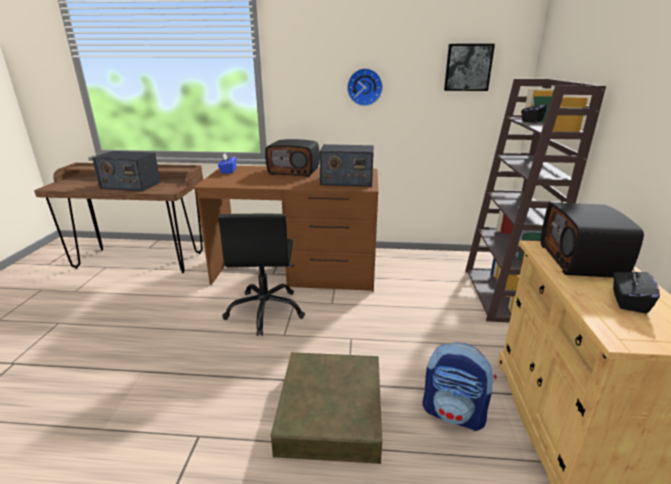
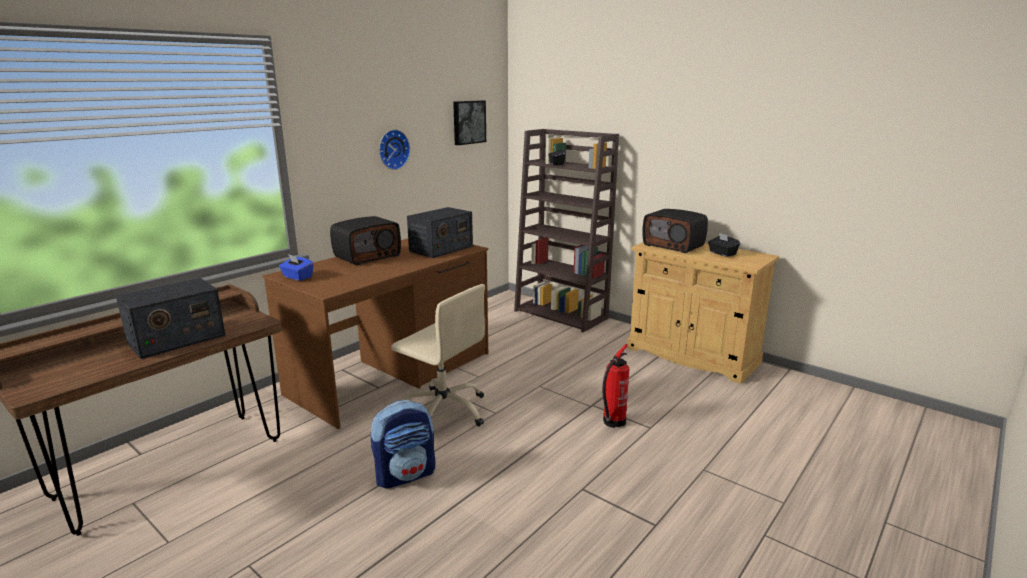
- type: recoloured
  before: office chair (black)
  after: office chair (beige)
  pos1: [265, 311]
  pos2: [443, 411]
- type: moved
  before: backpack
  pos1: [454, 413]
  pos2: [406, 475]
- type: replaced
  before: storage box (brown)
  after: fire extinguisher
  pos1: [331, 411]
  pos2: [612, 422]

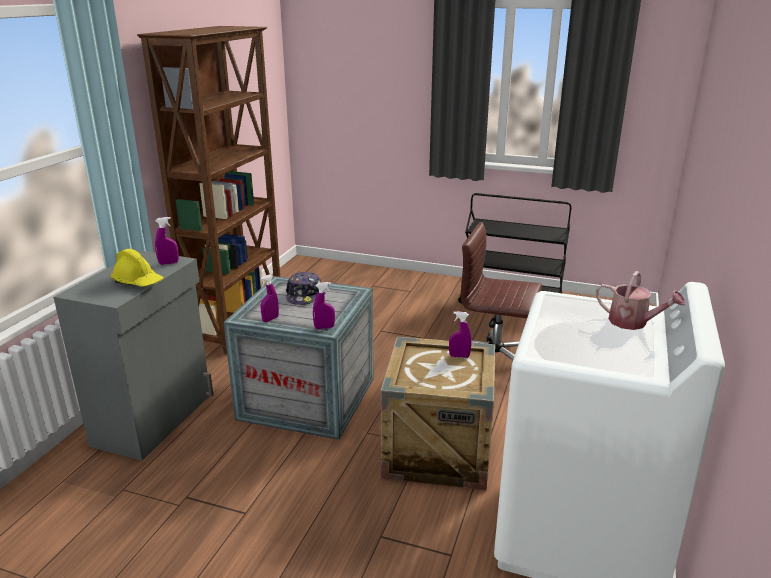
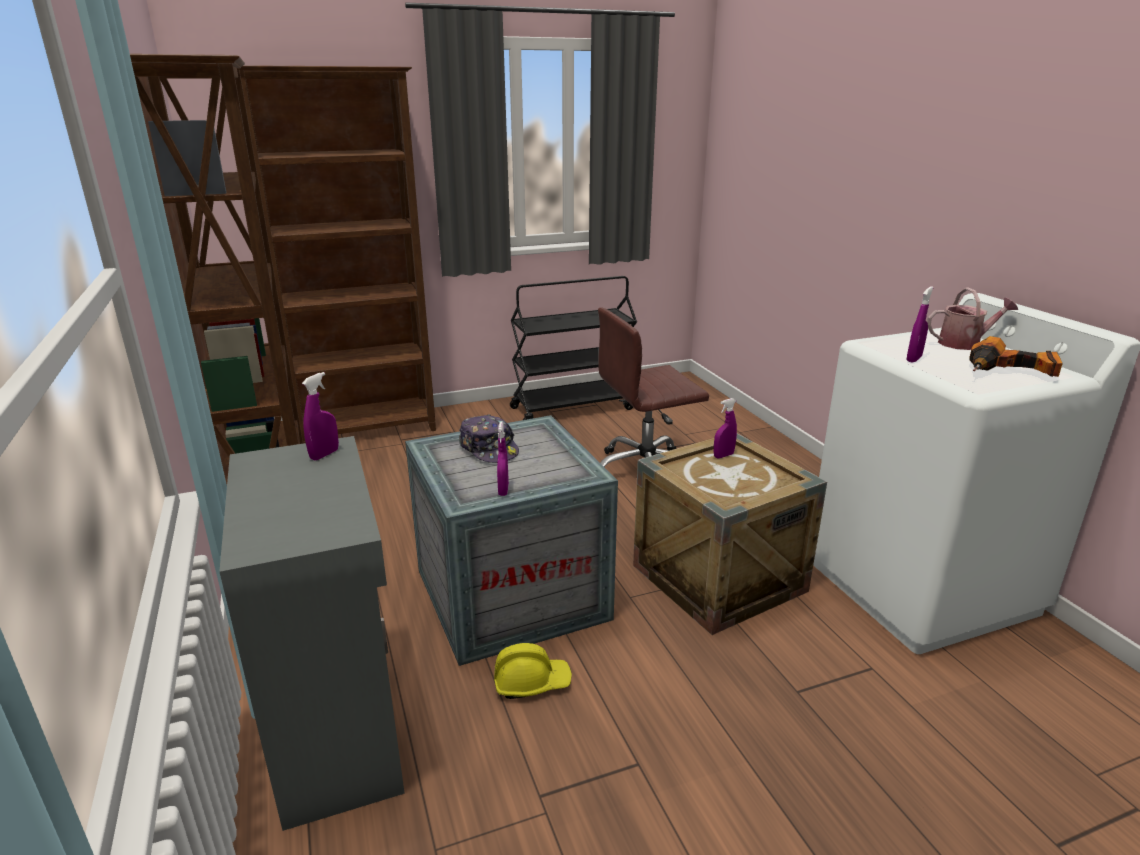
- type: moved
  before: hard hat (yellow)
  pos1: [138, 282]
  pos2: [531, 682]
- type: moved
  before: spray bottle (purple)
  pos1: [324, 327]
  pos2: [914, 359]
- type: added
  after: bookcase (brown)
  pos2: [368, 430]
- type: added
  after: power drill
  pos2: [1010, 373]

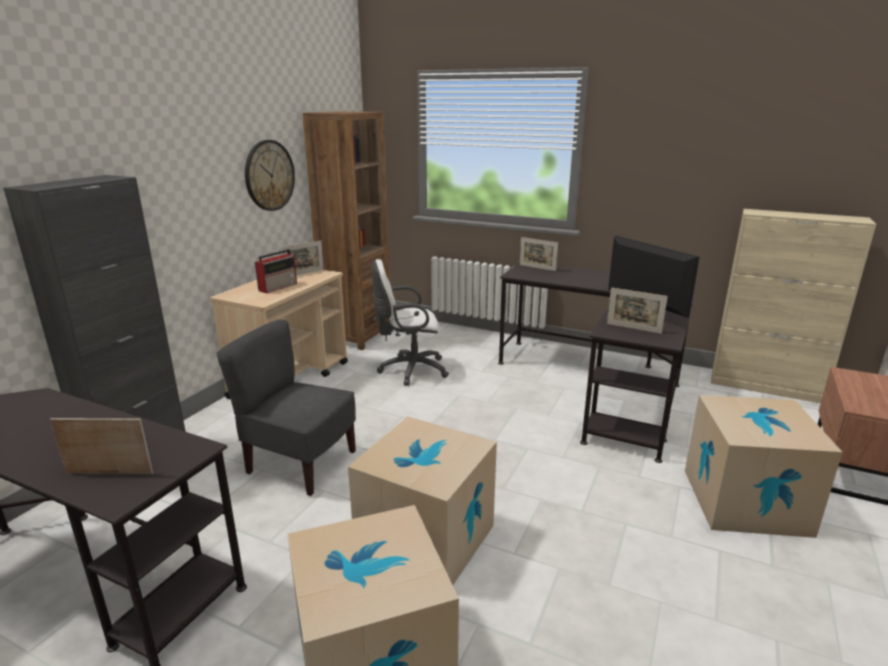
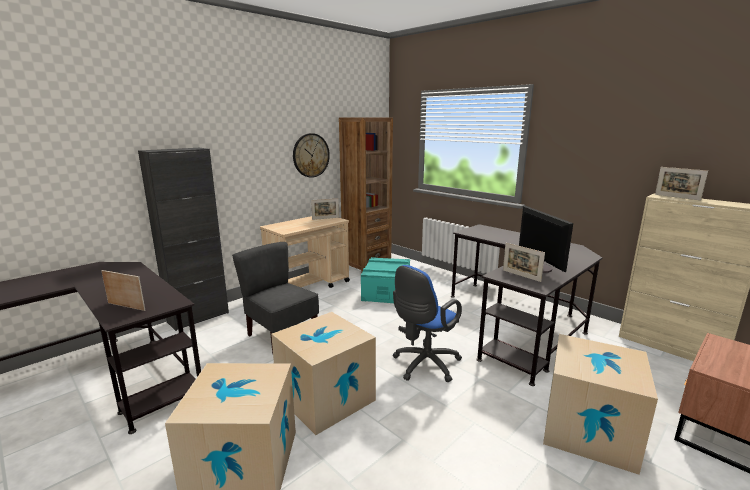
- type: moved
  before: picture frame
  pos1: [537, 268]
  pos2: [677, 197]
- type: removed
  before: radio
  pos1: [278, 287]
- type: replaced
  before: office chair (white)
  after: storage box (turquoise)
  pos1: [409, 370]
  pos2: [386, 291]
- type: added
  after: office chair (blue)
  pos2: [424, 365]

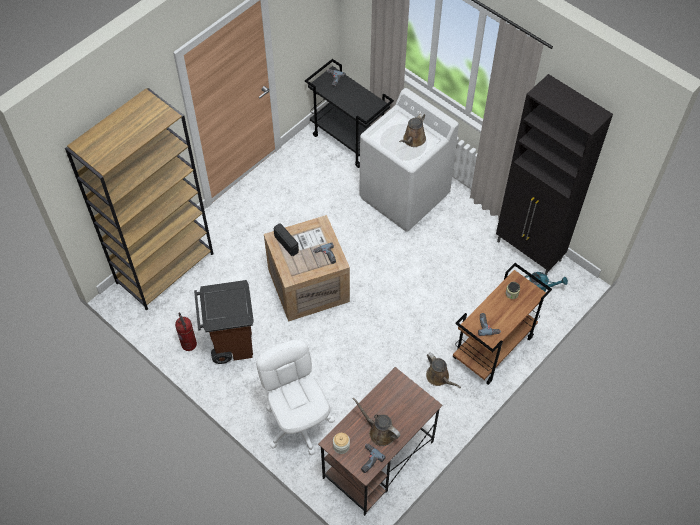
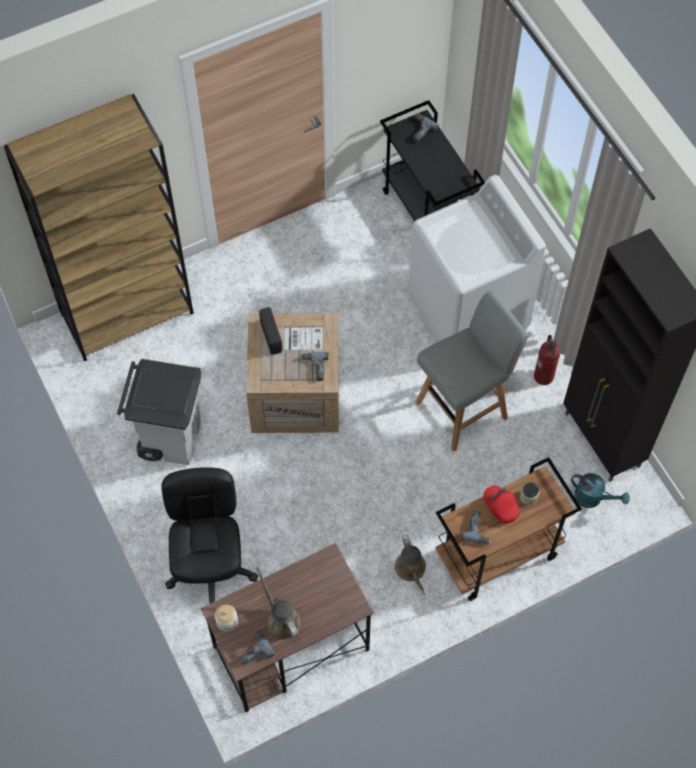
- type: removed
  before: watering can (brown)
  pos1: [413, 140]
- type: recoloured
  before: trash can (brown)
  after: trash can (grey)
  pos1: [231, 342]
  pos2: [170, 436]
- type: moved
  before: fire extinguisher
  pos1: [189, 344]
  pos2: [544, 376]
- type: recoloured
  before: office chair (white)
  after: office chair (black)
  pos1: [298, 423]
  pos2: [211, 568]
- type: added
  after: stool (grey)
  pos2: [463, 409]
- type: added
  after: cap (red)
  pos2: [500, 507]

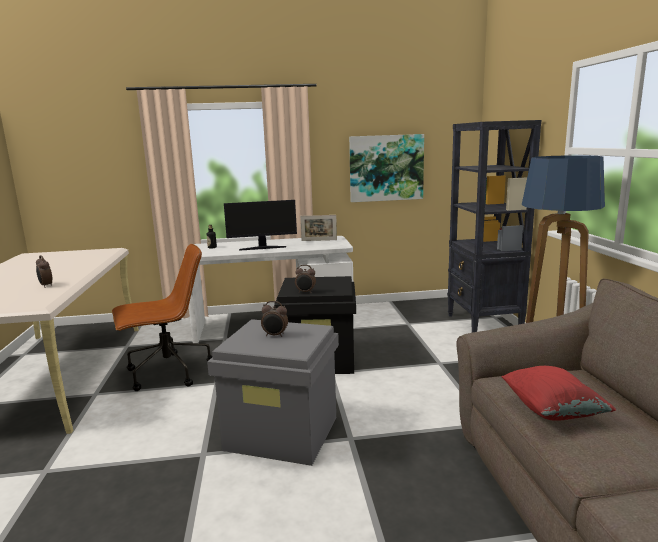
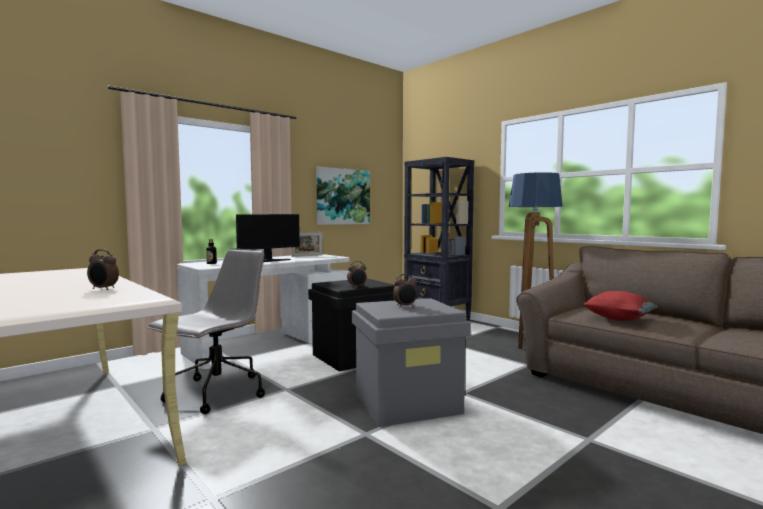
- type: recoloured
  before: office chair (brown)
  after: office chair (grey)
  pos1: [167, 372]
  pos2: [216, 393]

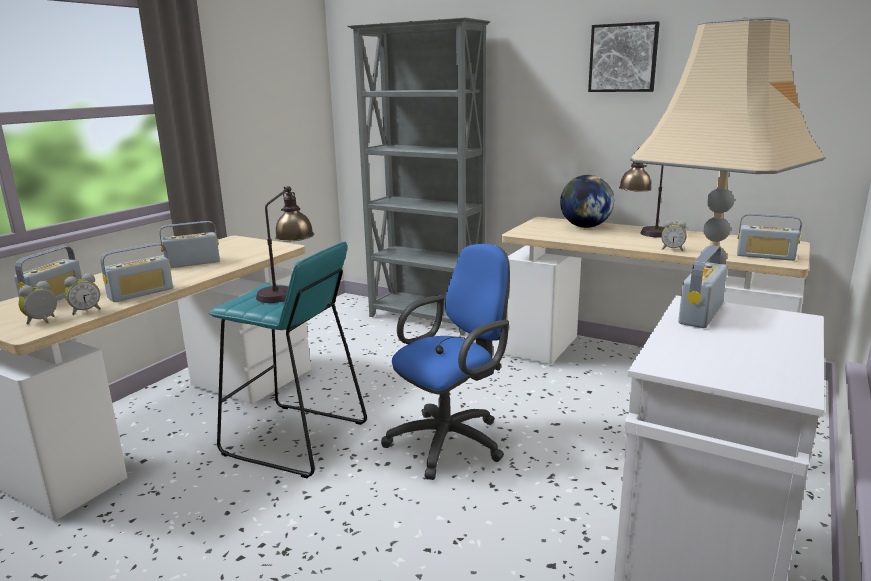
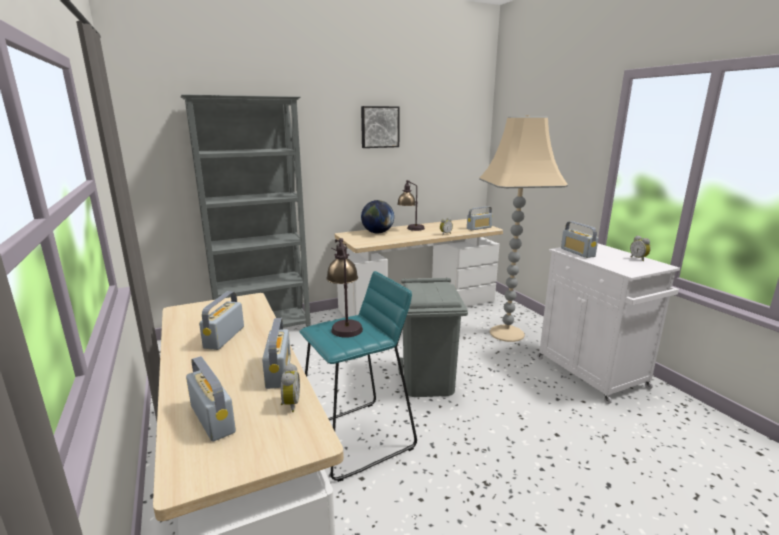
- type: replaced
  before: office chair (blue)
  after: trash can (grey)
  pos1: [452, 441]
  pos2: [428, 382]
- type: moved
  before: alarm clock
  pos1: [43, 321]
  pos2: [639, 259]

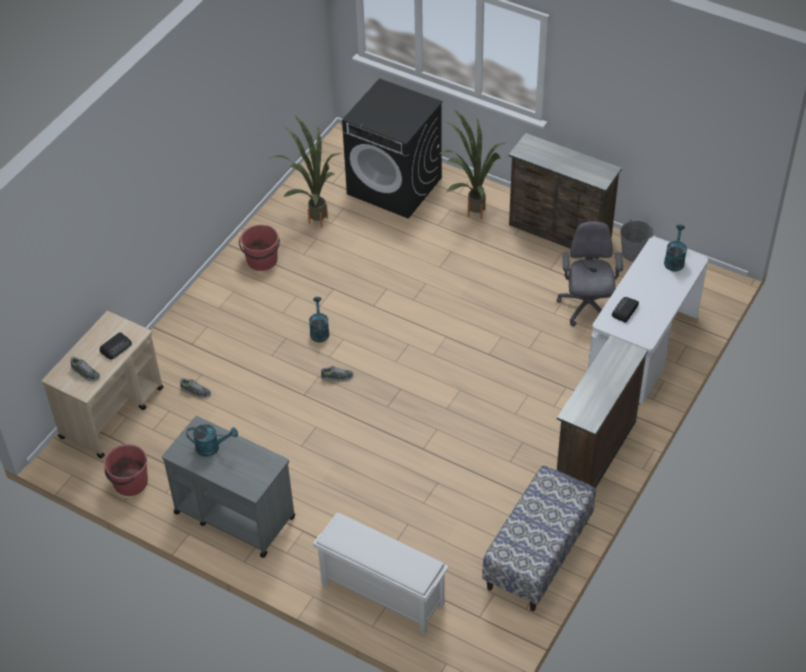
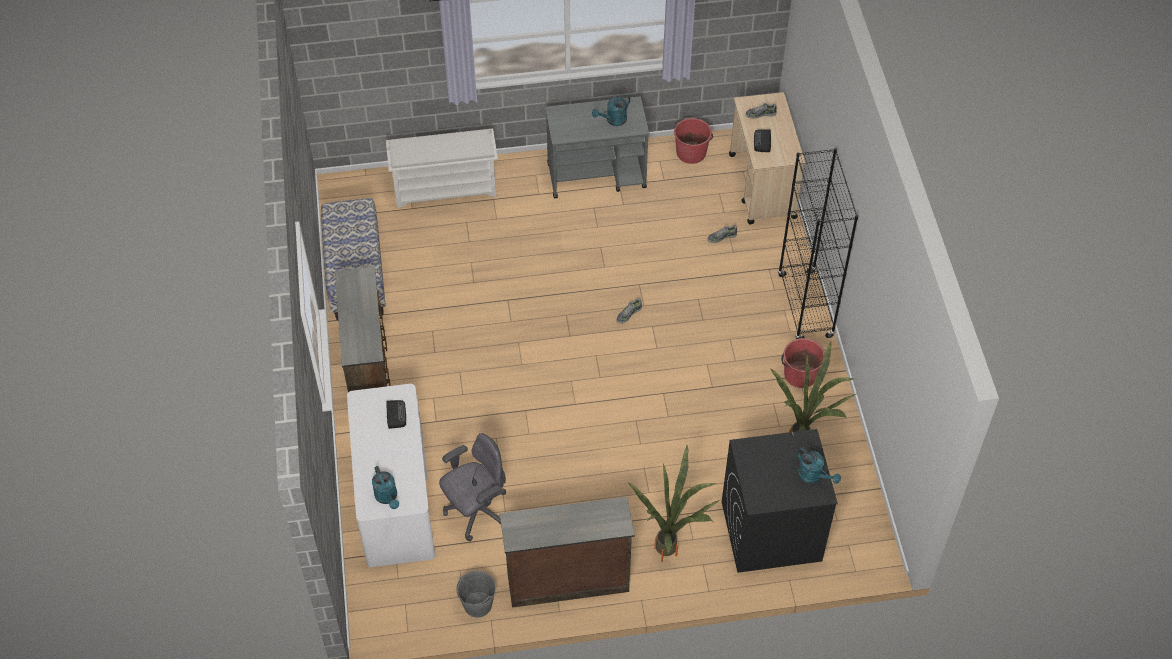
- type: turned
  before: office chair (grey)
  pos1: [587, 307]
  pos2: [477, 512]
  turn: -90
- type: moved
  before: watering can (turquoise)
  pos1: [319, 331]
  pos2: [814, 476]
- type: added
  after: bookcase (black)
  pos2: [805, 306]

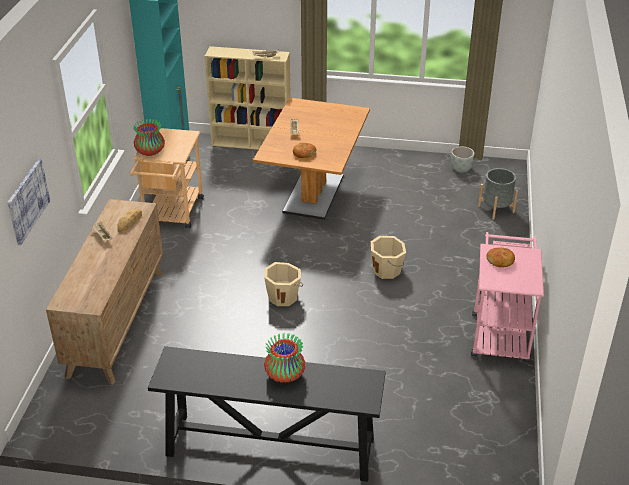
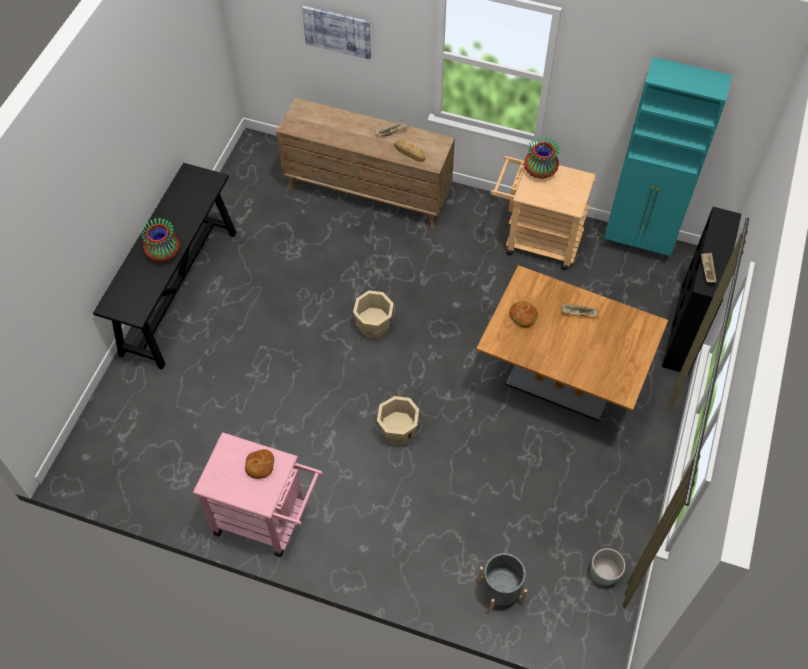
- type: recoloured
  before: bookcase (beige)
  after: bookcase (black)
  pos1: [252, 143]
  pos2: [685, 330]

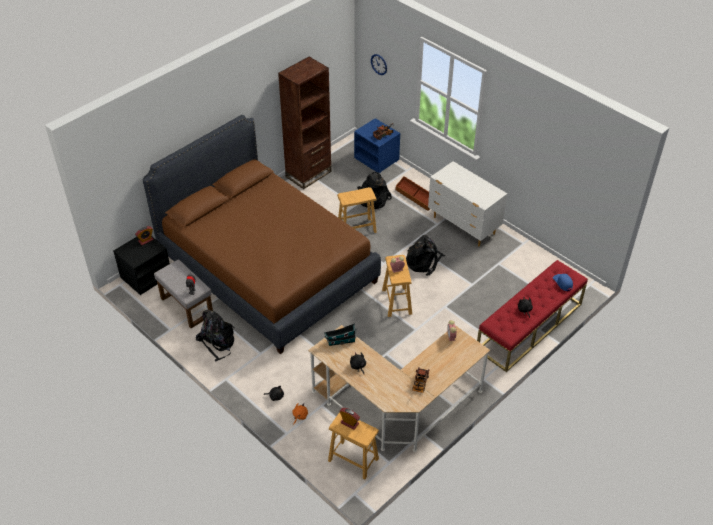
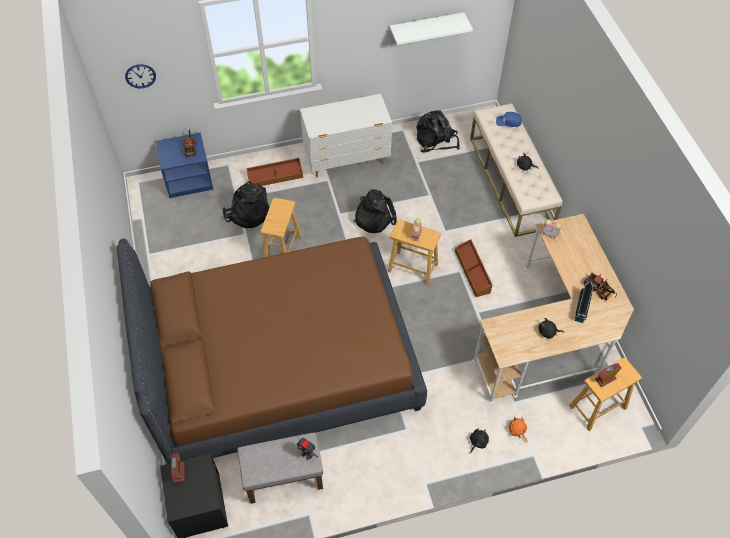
- type: removed
  before: bookcase (brown)
  pos1: [308, 174]
- type: recoloured
  before: bench (red)
  after: bench (beige)
  pos1: [529, 327]
  pos2: [510, 182]
- type: moved
  before: backpack (black)
  pos1: [217, 342]
  pos2: [436, 140]
- type: moved
  before: toy house
  pos1: [340, 341]
  pos2: [581, 310]
- type: added
  after: shelf (white)
  pos2: [426, 28]
- type: added
  after: storage box (brown)
  pos2: [473, 271]

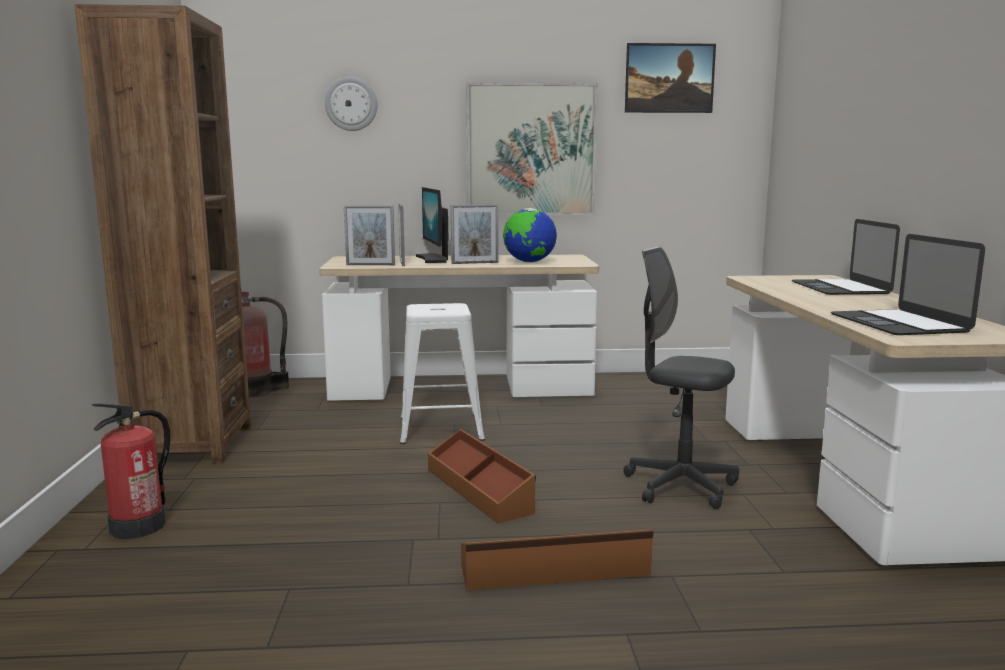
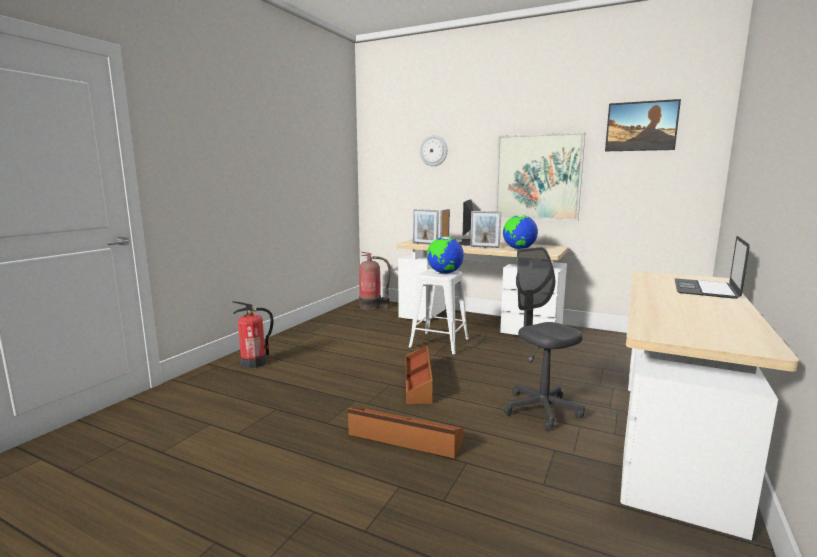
- type: removed
  before: bookcase (brown)
  pos1: [192, 444]
- type: removed
  before: laptop
  pos1: [898, 323]
- type: added
  after: globe
  pos2: [444, 273]

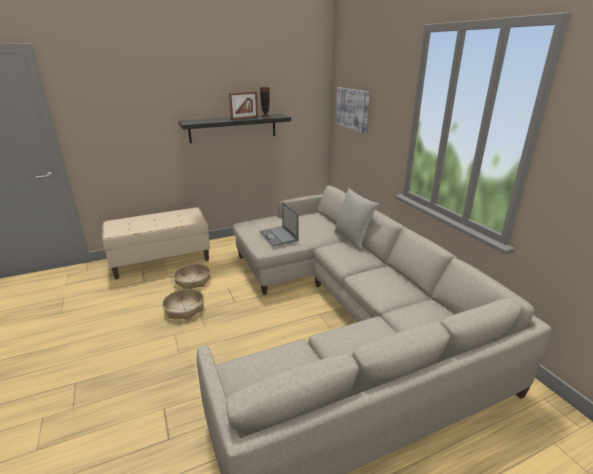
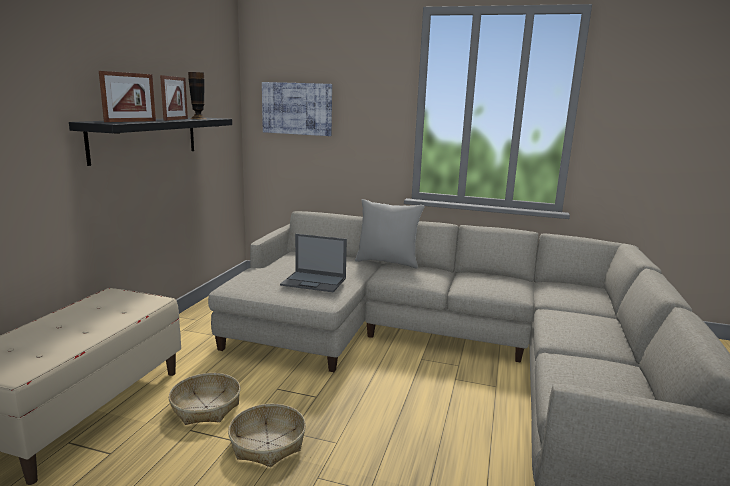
- type: added
  after: picture frame
  pos2: [131, 121]

